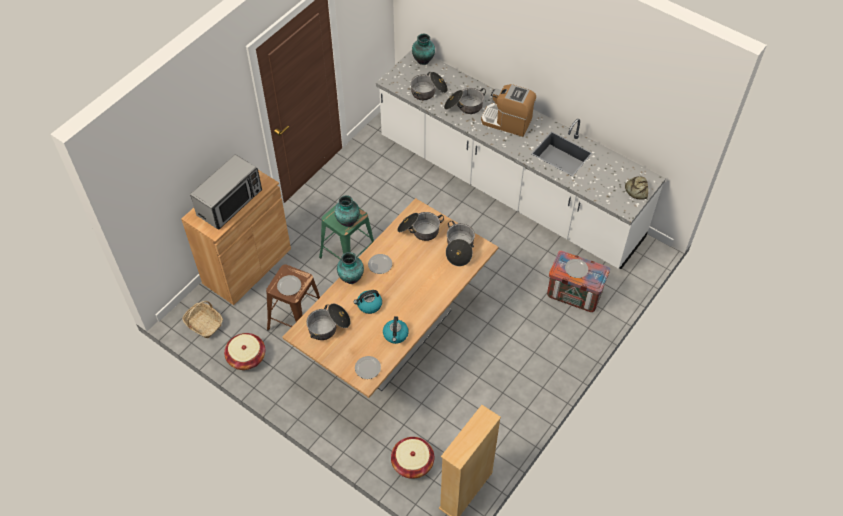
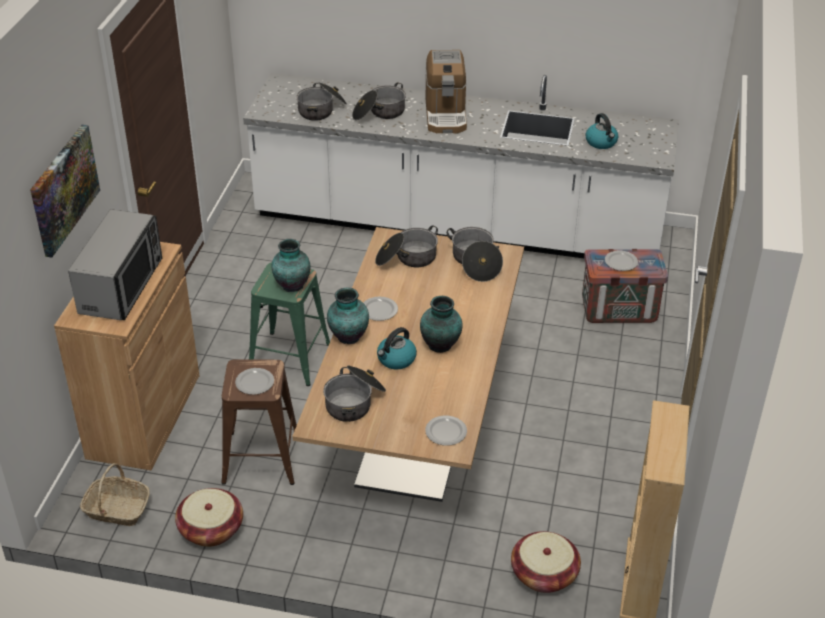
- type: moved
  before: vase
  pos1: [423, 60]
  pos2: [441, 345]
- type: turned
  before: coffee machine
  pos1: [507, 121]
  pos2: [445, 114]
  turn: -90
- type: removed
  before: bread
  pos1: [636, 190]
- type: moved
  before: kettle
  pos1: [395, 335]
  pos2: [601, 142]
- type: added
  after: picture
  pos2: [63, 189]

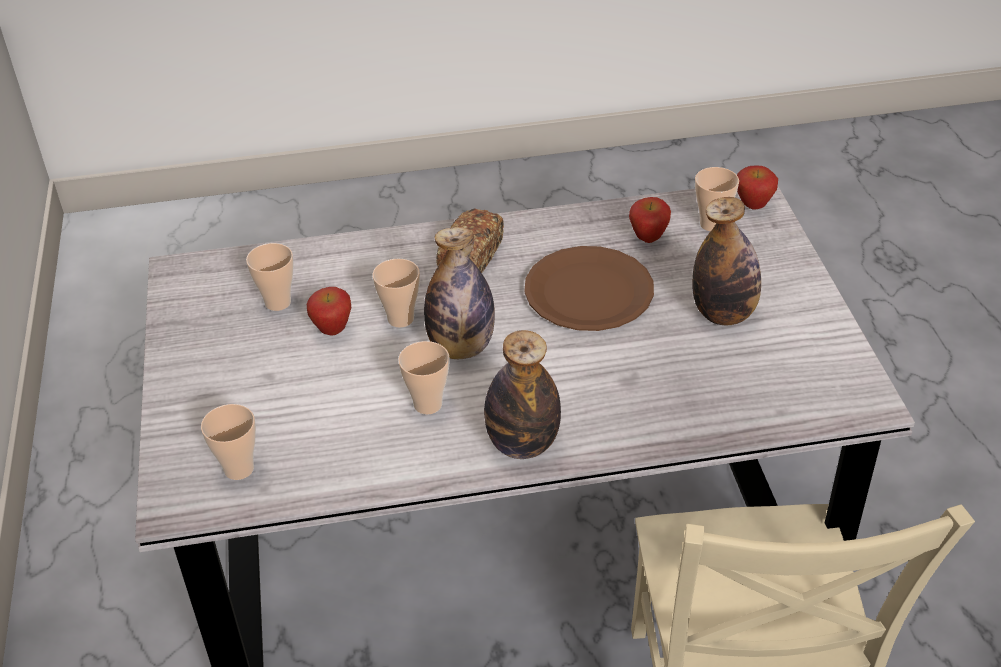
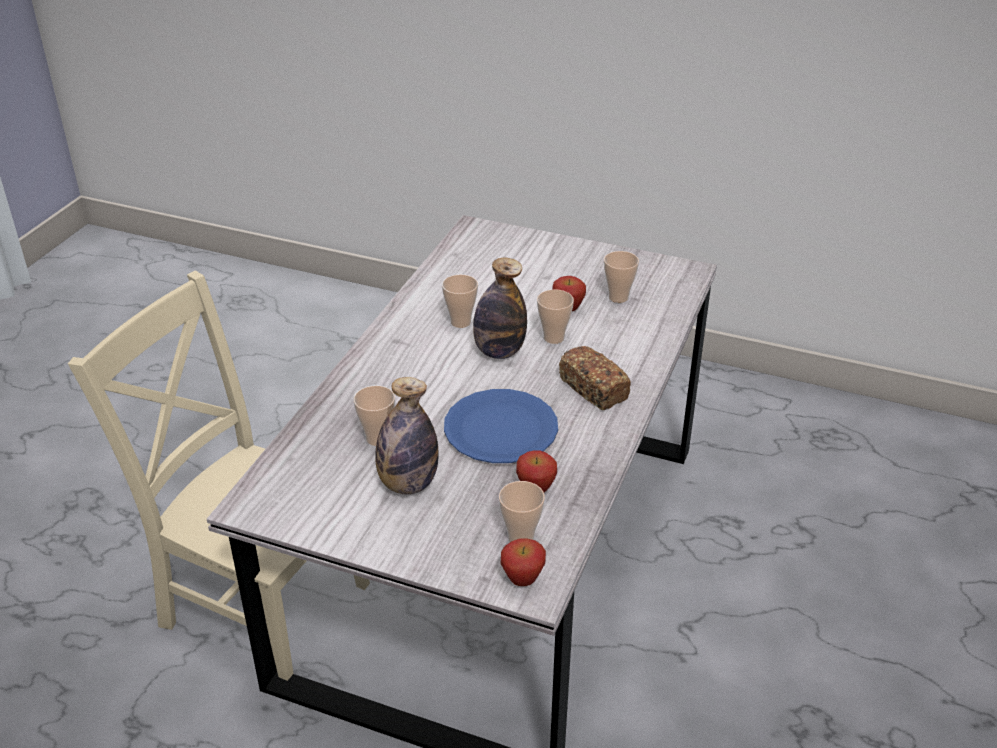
- type: recoloured
  before: plate (brown)
  after: plate (blue)
  pos1: [589, 291]
  pos2: [500, 429]
- type: removed
  before: bottle
  pos1: [522, 444]
- type: moved
  before: cup
  pos1: [239, 469]
  pos2: [377, 438]

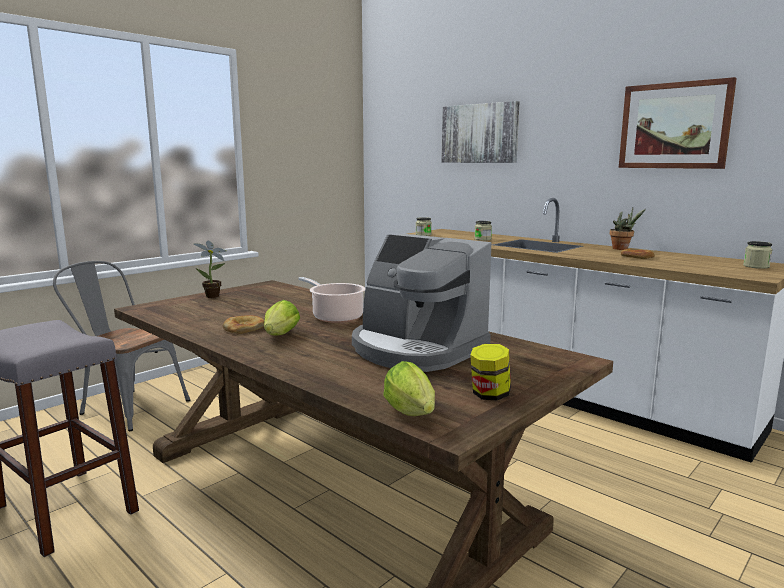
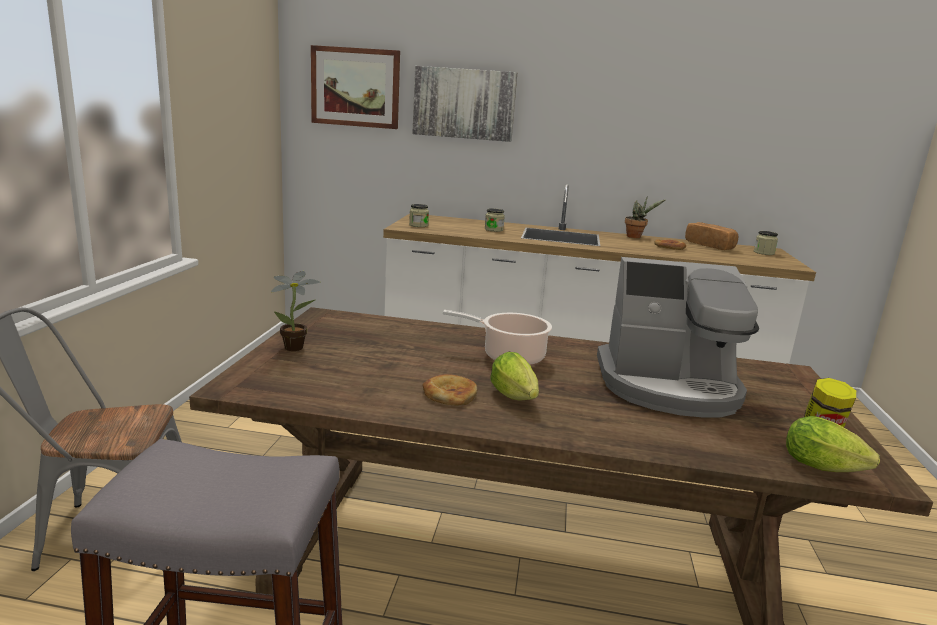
- type: moved
  before: picture
  pos1: [674, 126]
  pos2: [355, 87]
- type: added
  after: bread
  pos2: [710, 245]

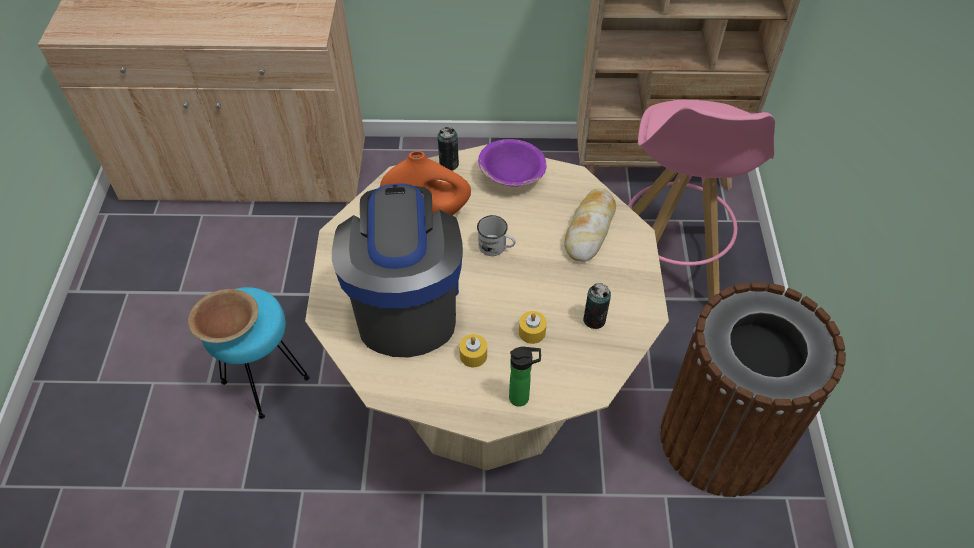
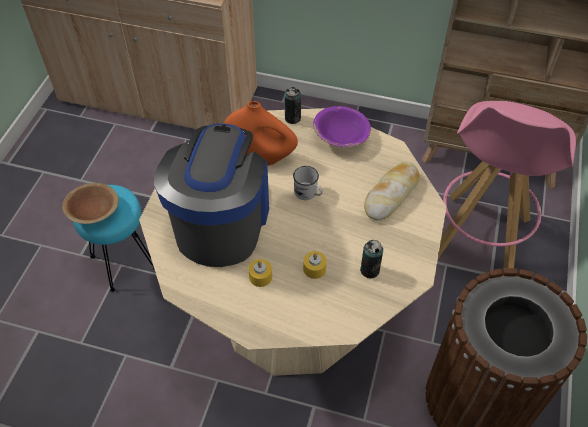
- type: removed
  before: bottle
  pos1: [522, 398]

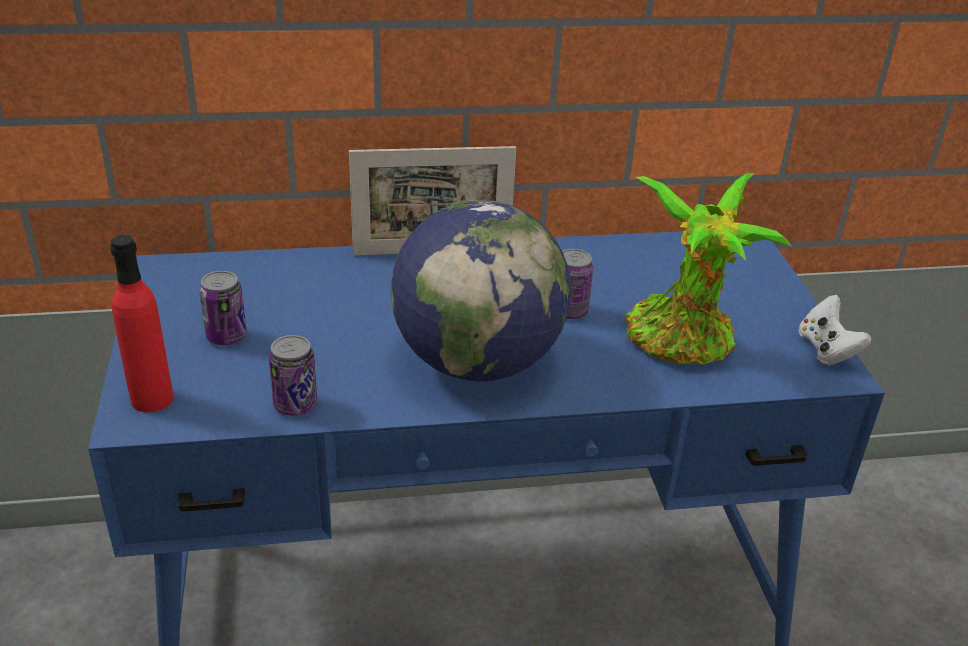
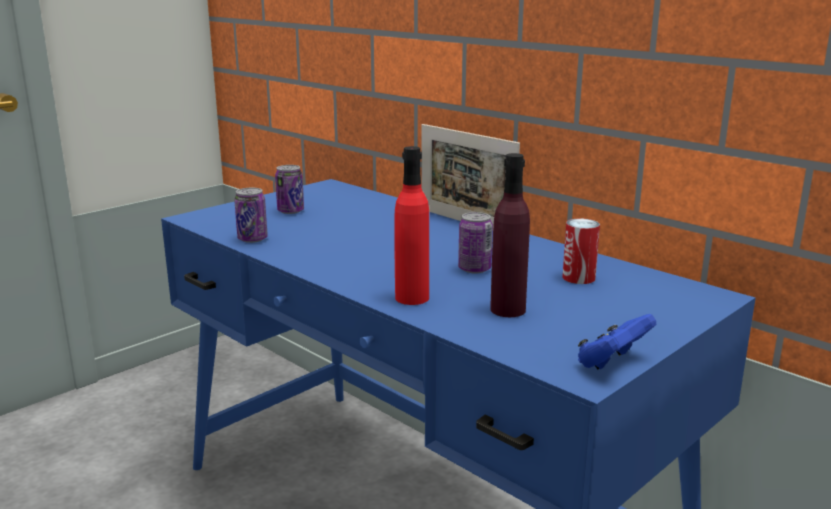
- type: replaced
  before: potted plant
  after: bottle (purple)
  pos1: [682, 342]
  pos2: [507, 310]
- type: removed
  before: globe
  pos1: [477, 362]
- type: moved
  before: bottle (red)
  pos1: [152, 399]
  pos2: [412, 298]
- type: recoloured
  before: game controller (white)
  after: game controller (blue)
  pos1: [826, 350]
  pos2: [612, 363]
- type: added
  after: can
  pos2: [578, 278]

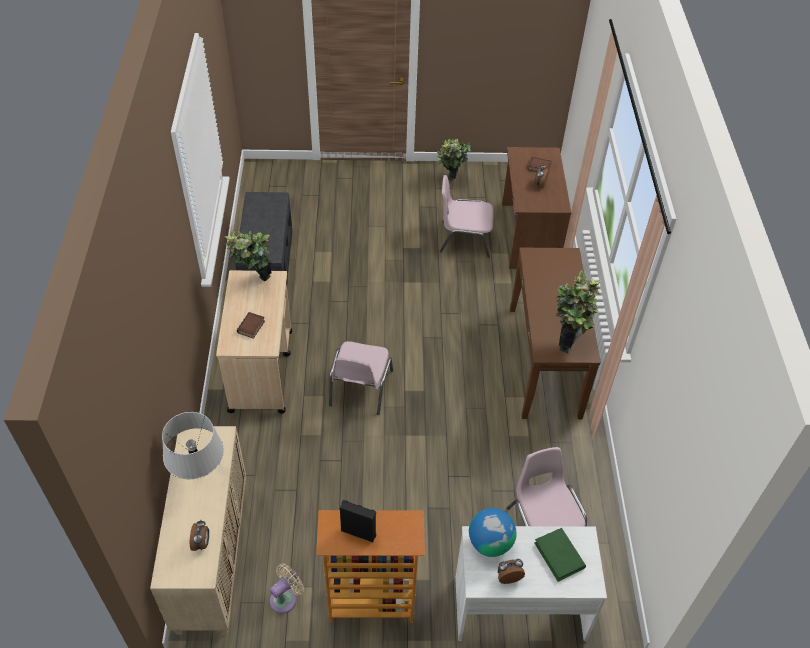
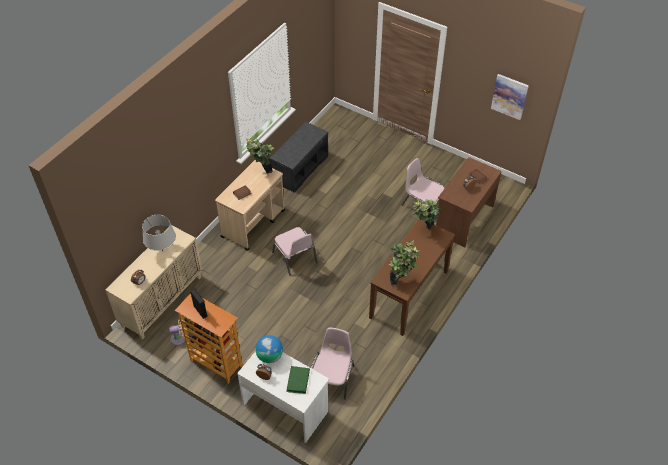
- type: moved
  before: potted plant
  pos1: [450, 183]
  pos2: [423, 231]
- type: turned
  before: chair (pink)
  pos1: [360, 389]
  pos2: [295, 258]
  turn: -75
- type: added
  after: picture
  pos2: [509, 96]

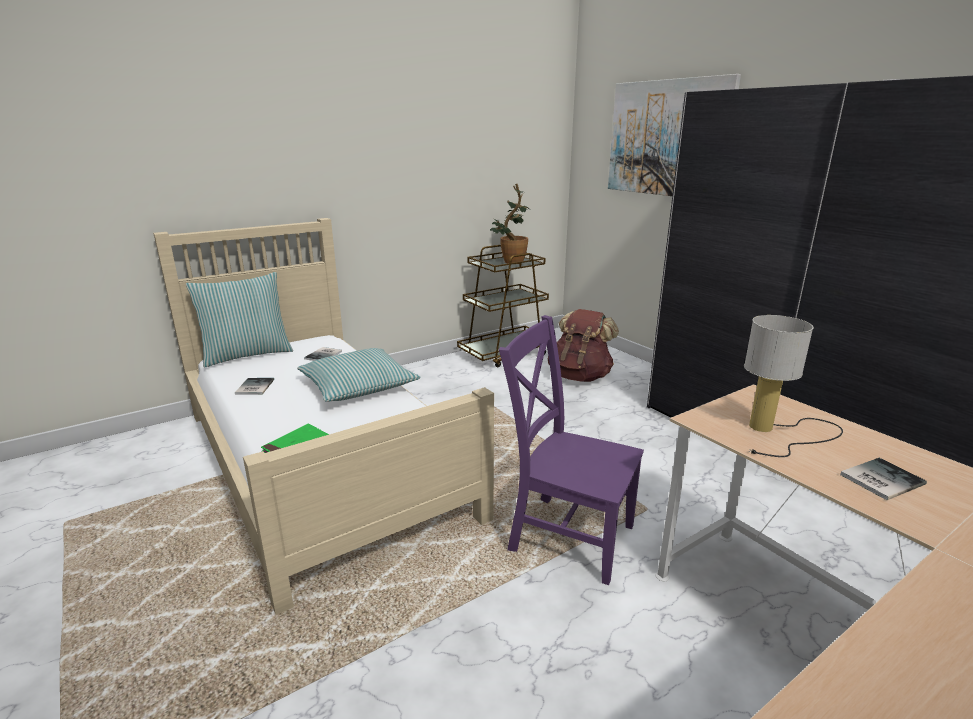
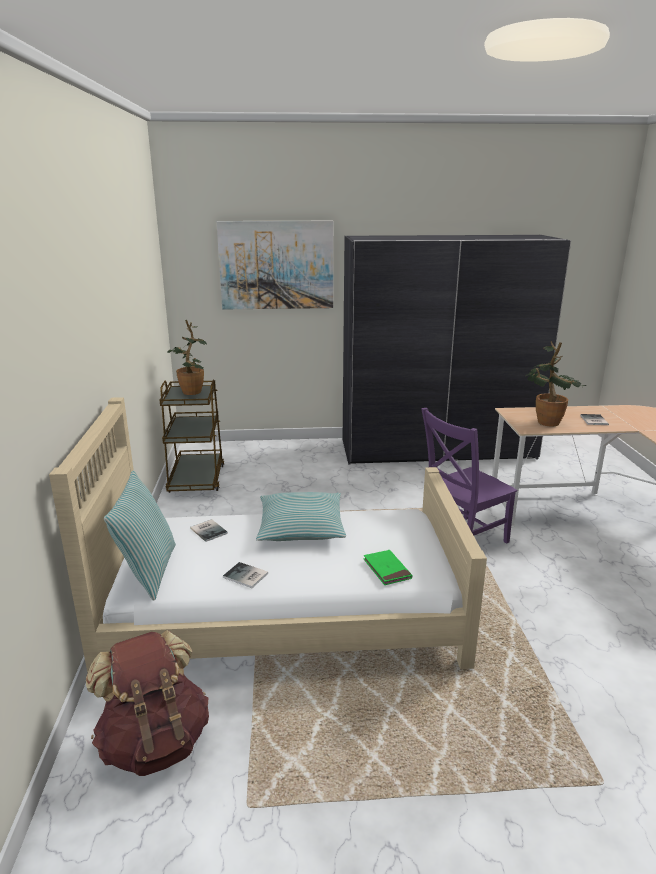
- type: moved
  before: backpack (brown)
  pos1: [580, 376]
  pos2: [155, 742]
- type: replaced
  before: table lamp
  after: potted plant
  pos1: [776, 431]
  pos2: [546, 420]

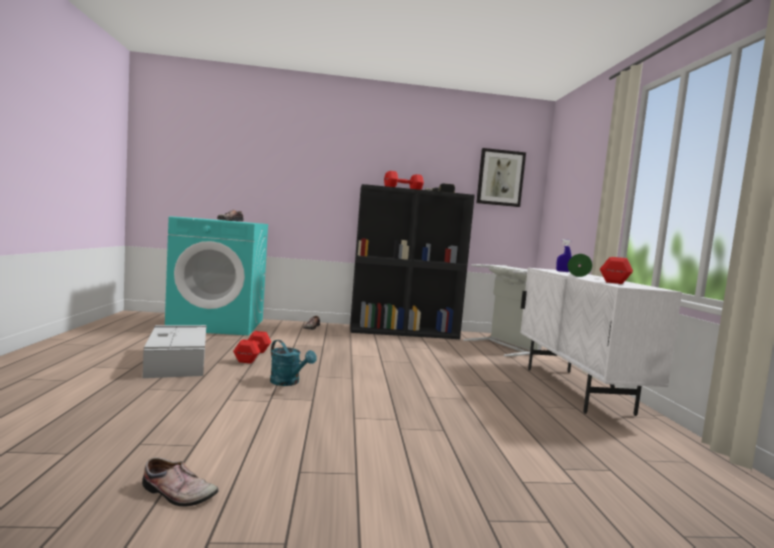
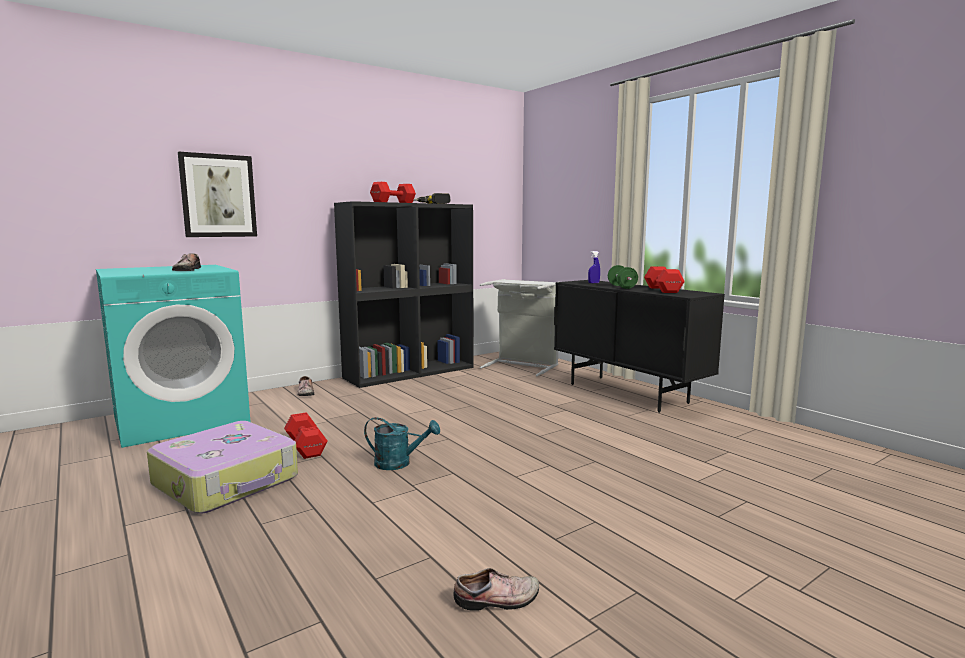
- type: moved
  before: picture
  pos1: [500, 178]
  pos2: [218, 196]
- type: recoloured
  before: cabinet (white)
  after: cabinet (black)
  pos1: [576, 390]
  pos2: [627, 393]
- type: replaced
  before: storage box (grey)
  after: suitcase
  pos1: [177, 361]
  pos2: [227, 481]

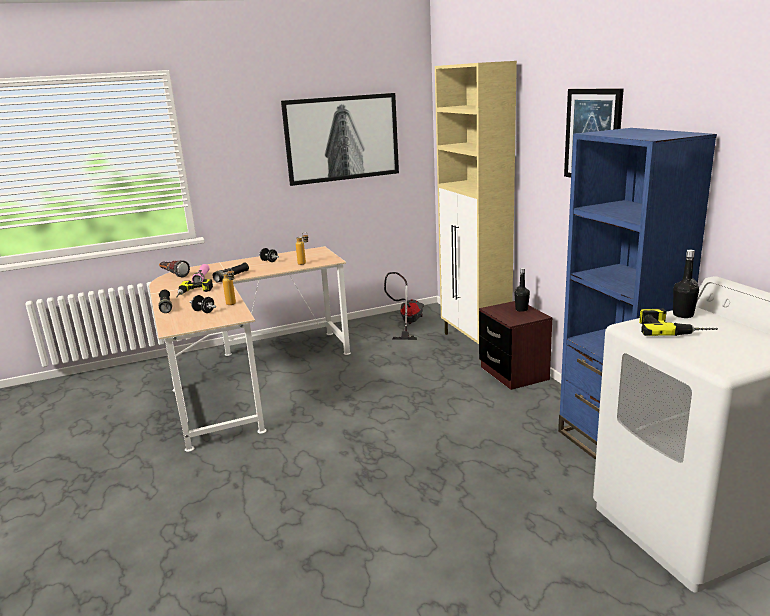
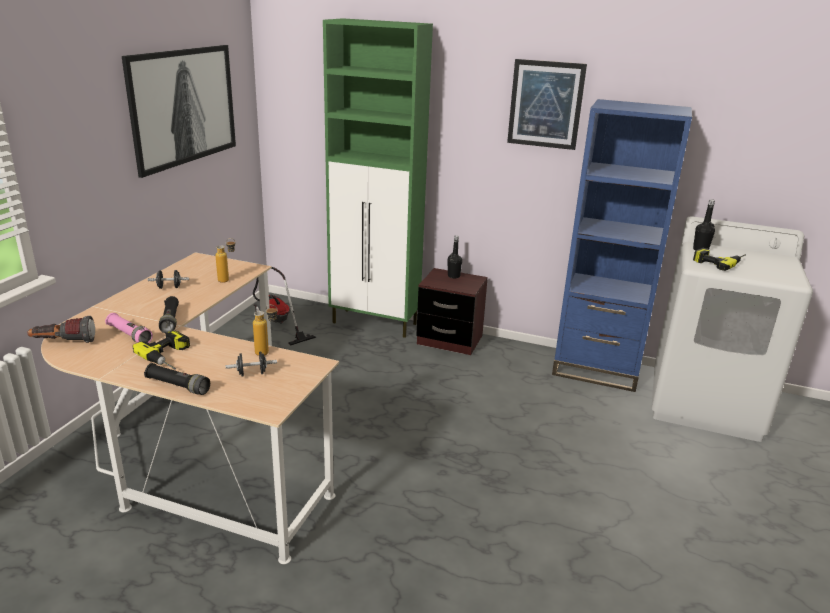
- type: recoloured
  before: cabinet (beige)
  after: cabinet (green)
  pos1: [475, 343]
  pos2: [375, 323]

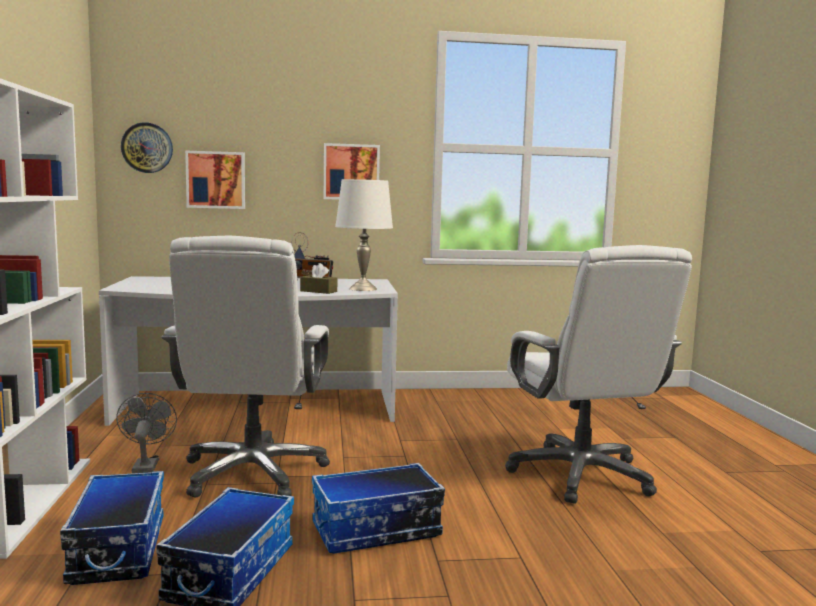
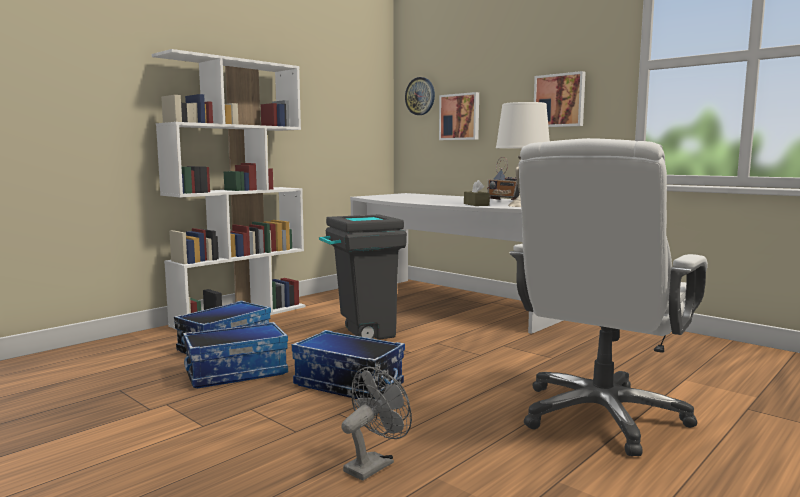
- type: replaced
  before: office chair (white)
  after: trash can (grey)
  pos1: [253, 473]
  pos2: [363, 334]
- type: moved
  before: fan (grey)
  pos1: [146, 465]
  pos2: [373, 464]

